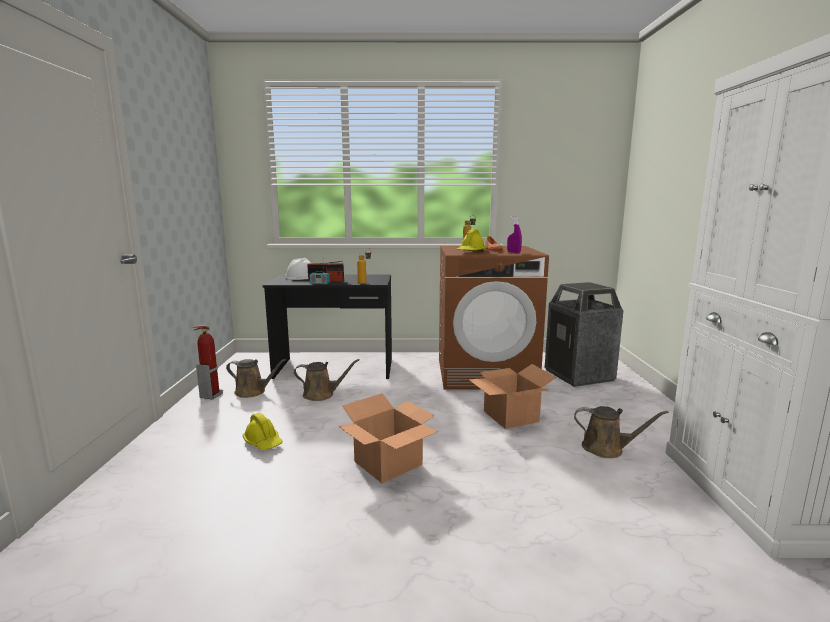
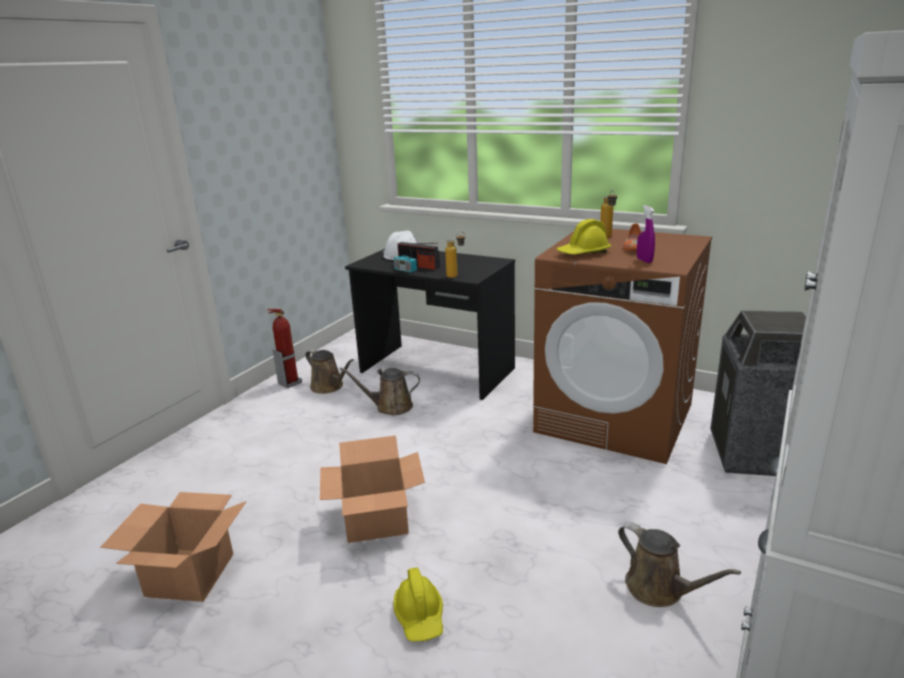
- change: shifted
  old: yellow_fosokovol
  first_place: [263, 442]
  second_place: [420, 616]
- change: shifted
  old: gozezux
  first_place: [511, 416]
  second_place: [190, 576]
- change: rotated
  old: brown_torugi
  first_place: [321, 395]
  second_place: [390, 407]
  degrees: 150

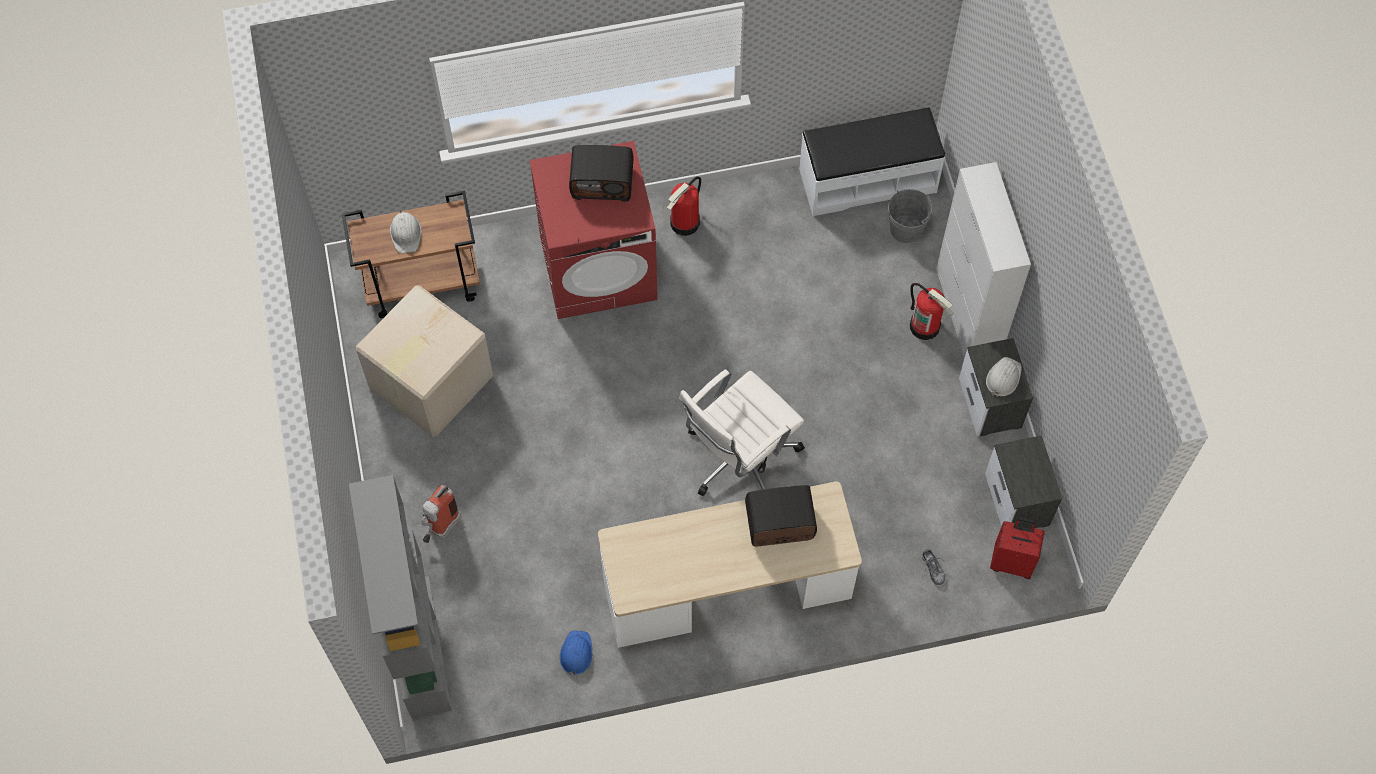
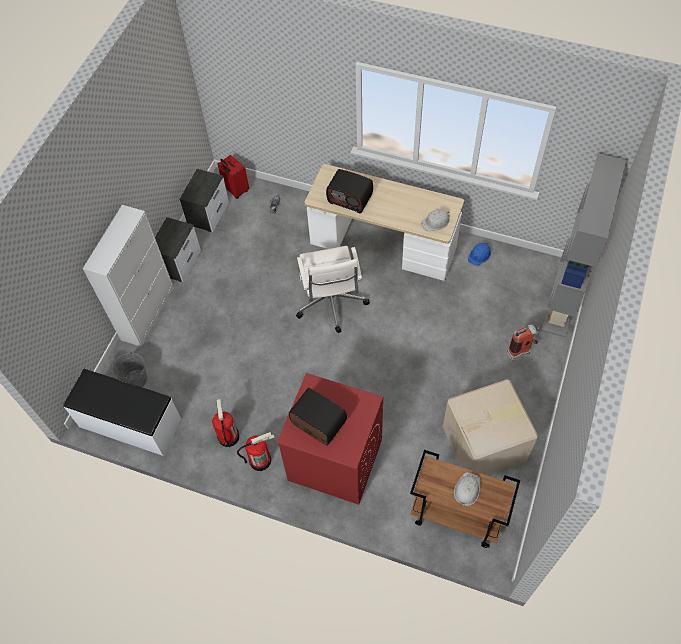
- change: shifted
  old: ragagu
  first_place: [925, 326]
  second_place: [228, 436]
- change: shifted
  old: white_fosokovol
  first_place: [1003, 378]
  second_place: [436, 222]
- change: rotated
  old: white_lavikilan
  first_place: [739, 459]
  second_place: [331, 303]
  degrees: 90

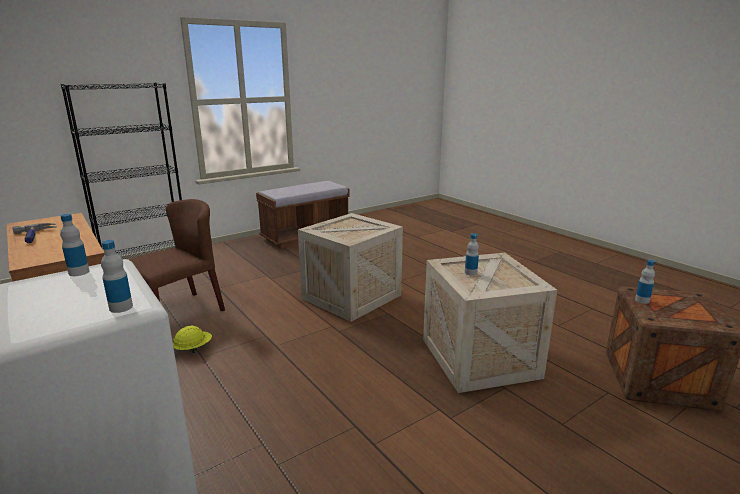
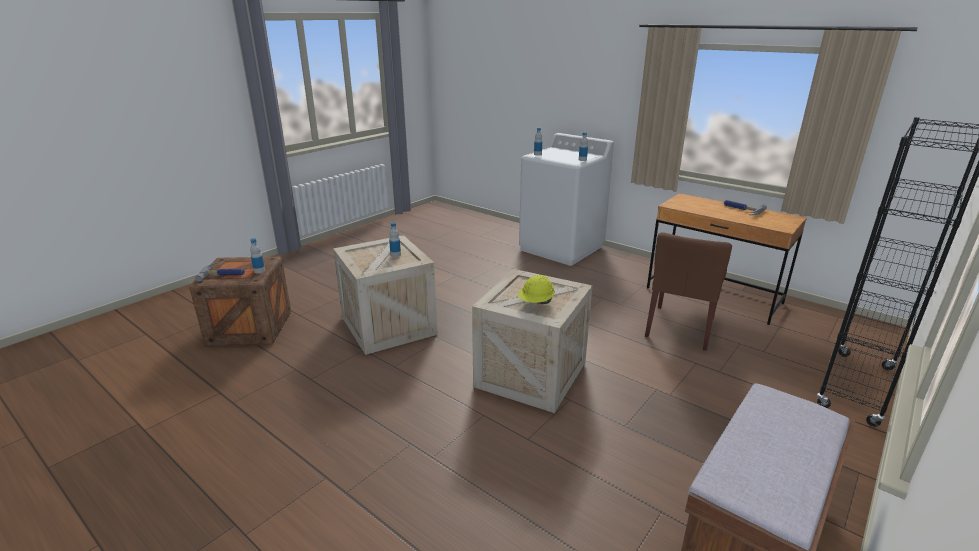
- change: new
  new: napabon
  second_place: [224, 274]
- change: shifted
  old: yellow_fosokovol
  first_place: [193, 349]
  second_place: [536, 303]

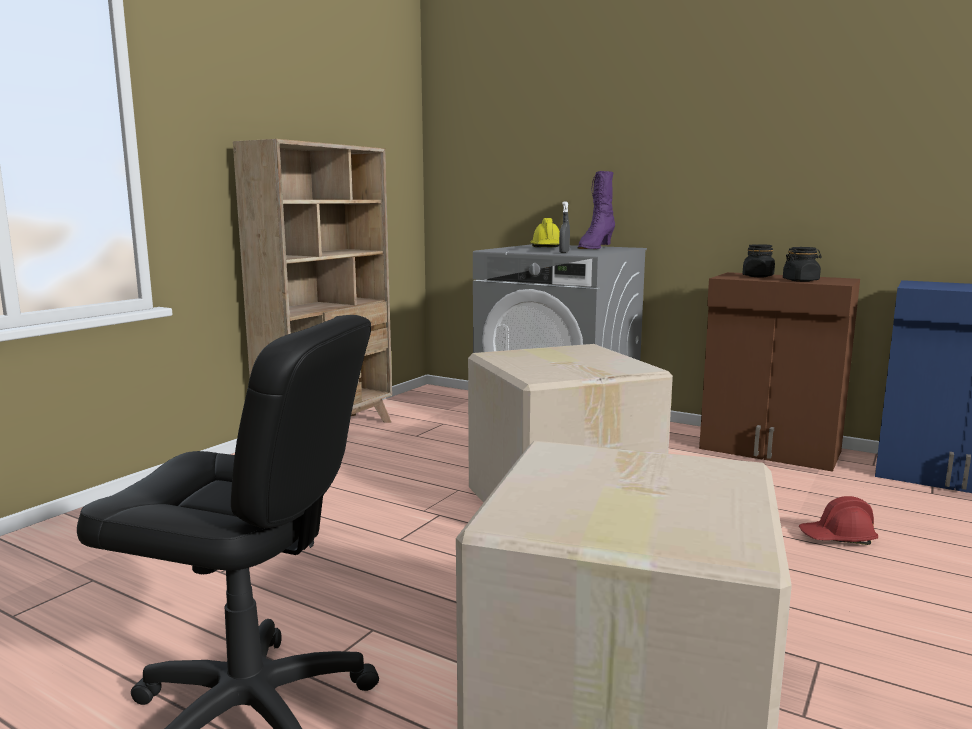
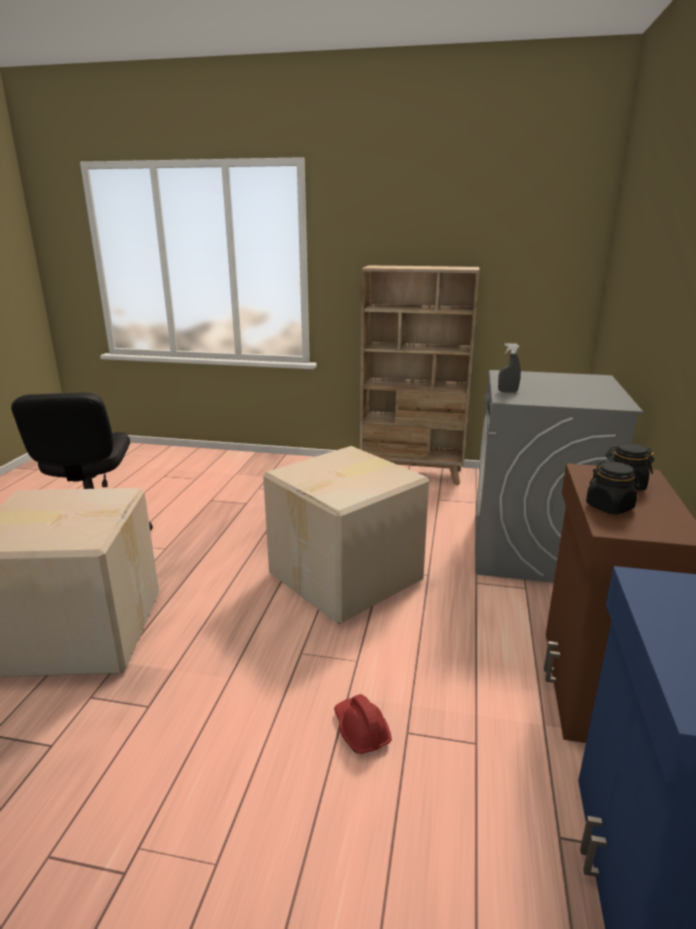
- change: gone
  old: yellow_fosokovol
  first_place: [547, 248]
- change: gone
  old: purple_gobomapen
  first_place: [594, 248]

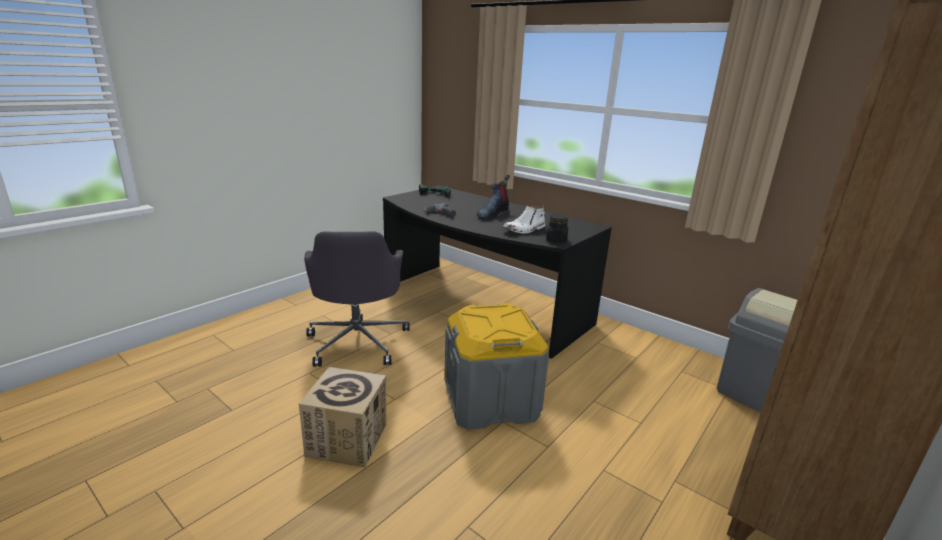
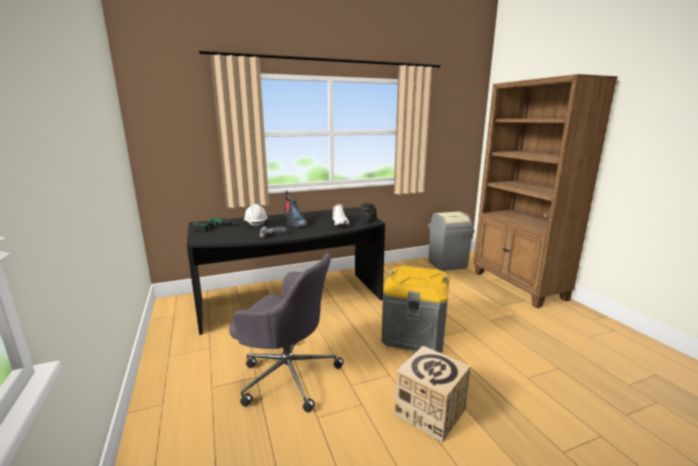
- change: new
  new: white_fosokovol
  second_place: [256, 224]

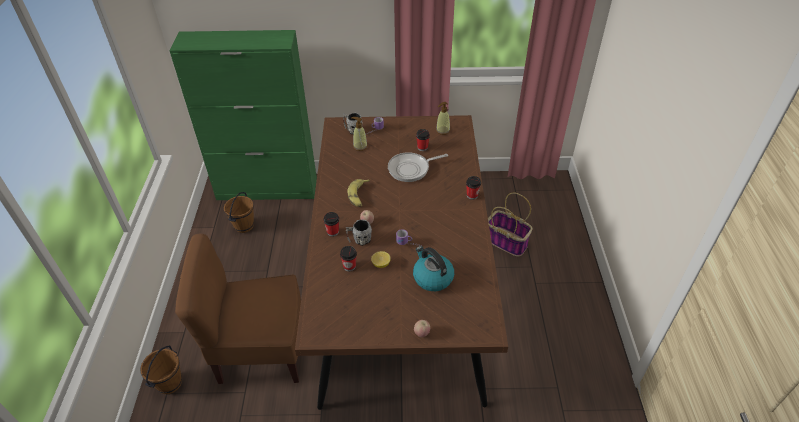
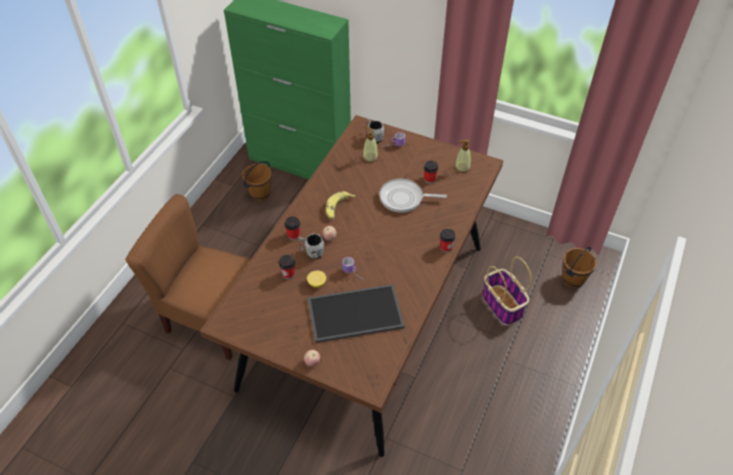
- change: shifted
  old: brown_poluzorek
  first_place: [170, 383]
  second_place: [573, 280]
- change: swapped
  old: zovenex
  new: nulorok
  first_place: [432, 277]
  second_place: [354, 315]

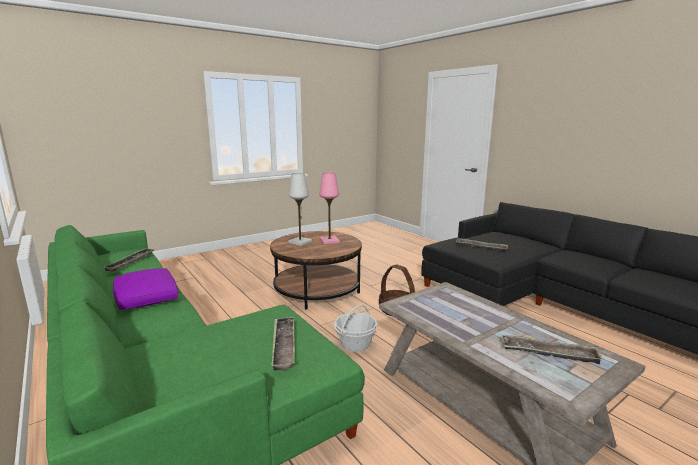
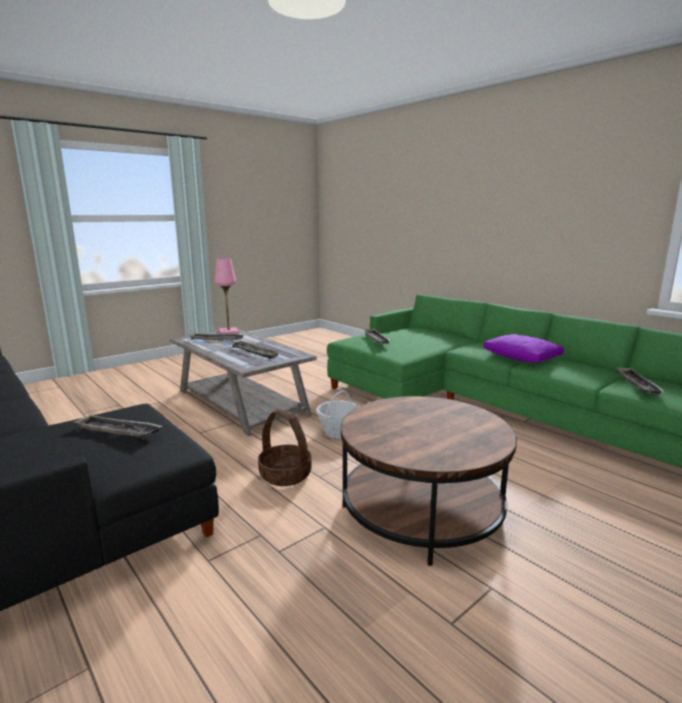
- change: gone
  old: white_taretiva
  first_place: [300, 242]
- change: new
  new: nulorok
  second_place: [254, 352]
- change: shifted
  old: pink_taretiva
  first_place: [329, 241]
  second_place: [228, 332]

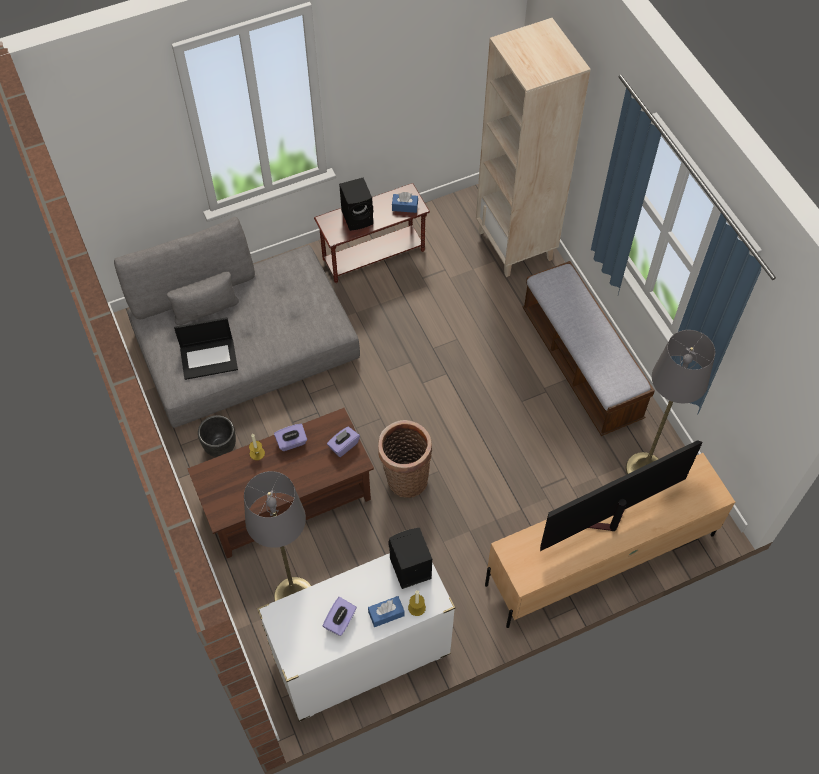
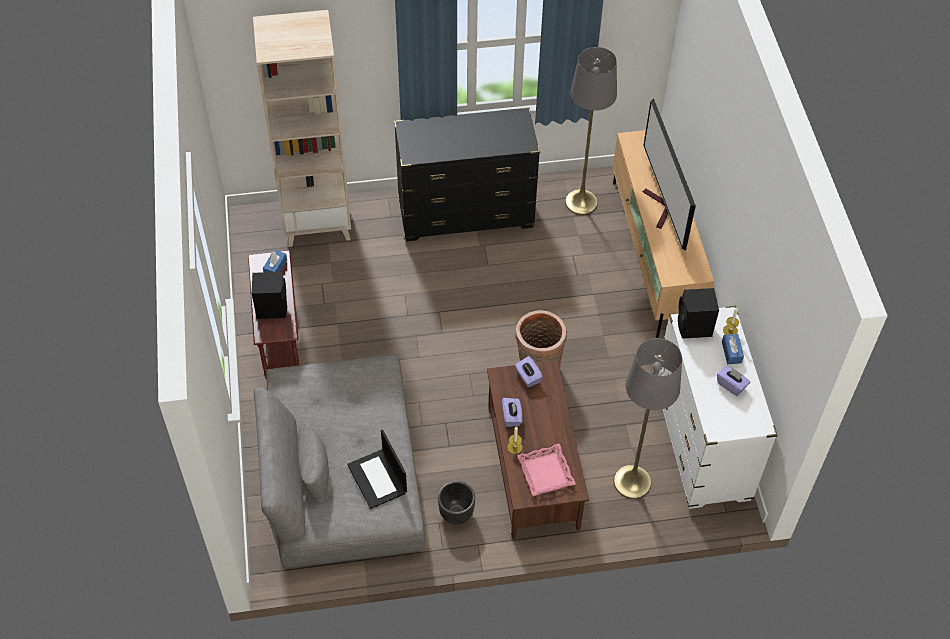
- change: new
  new: pink_nulorok
  second_place: [546, 472]
- change: swapped
  old: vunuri
  new: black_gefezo
  first_place: [580, 365]
  second_place: [466, 214]
- change: rotated
  old: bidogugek
  first_place: [209, 358]
  second_place: [378, 479]
  degrees: 150

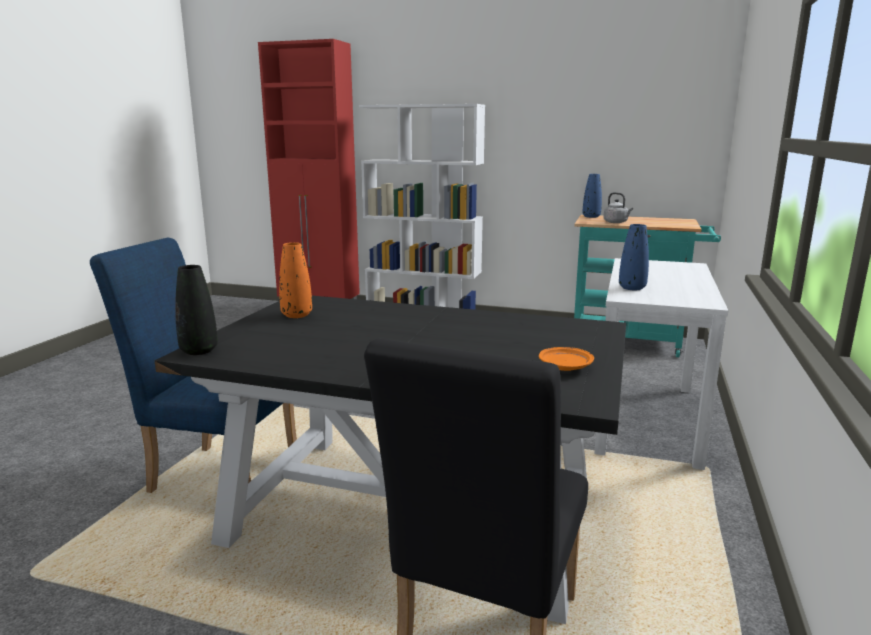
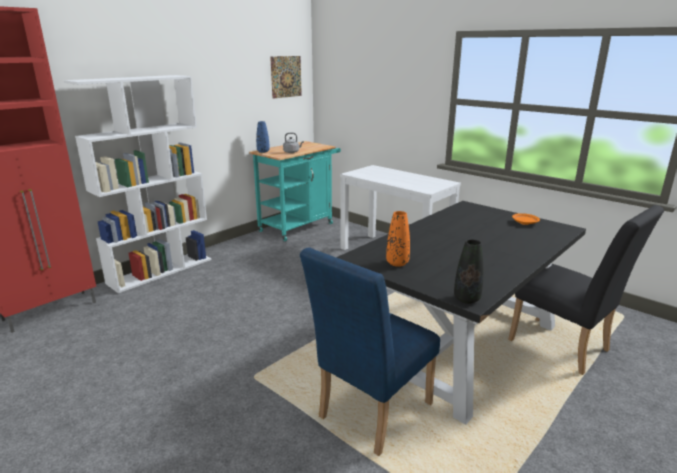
- change: gone
  old: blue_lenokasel
  first_place: [632, 288]
- change: new
  new: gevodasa
  second_place: [286, 76]

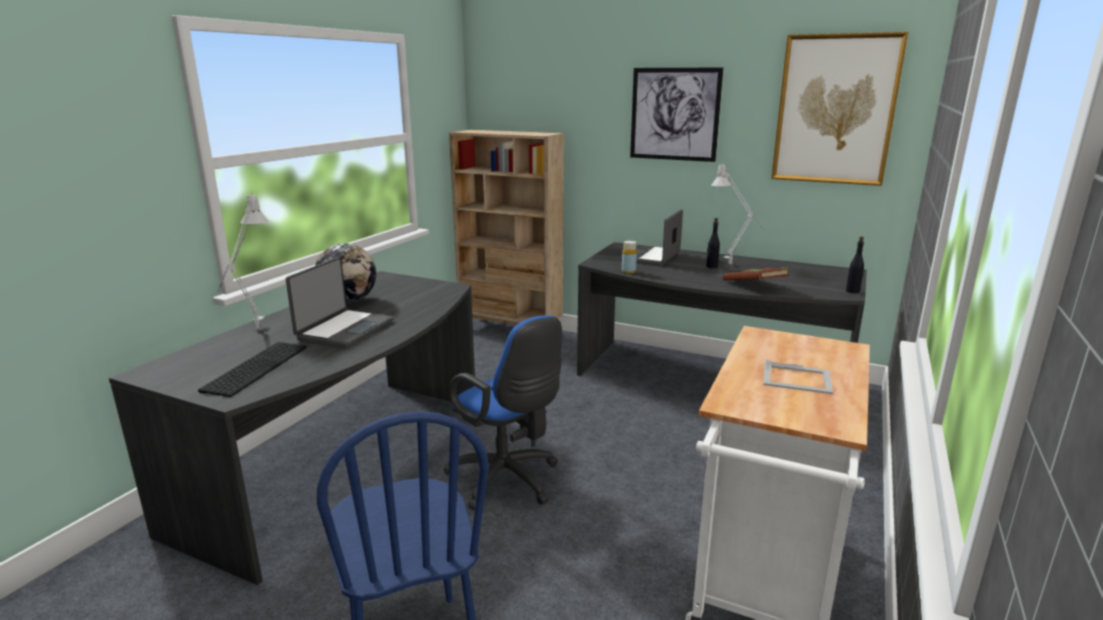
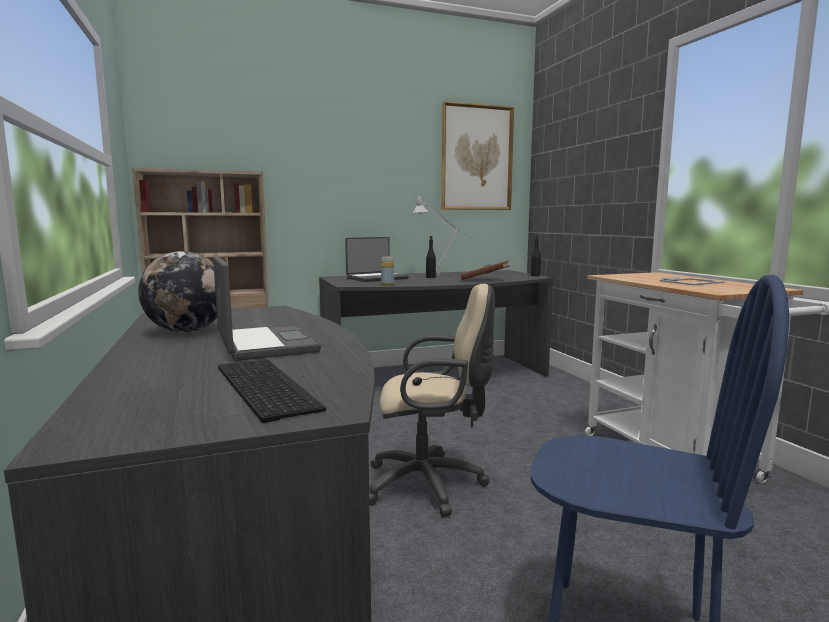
- change: gone
  old: grey_taretiva
  first_place: [254, 332]
- change: gone
  old: gevodasa
  first_place: [674, 114]
- change: repainted
  old: blue_lavikilan
  new: beige_lavikilan
  first_place: [508, 481]
  second_place: [431, 484]
- change: rotated
  old: bidogugek
  first_place: [652, 257]
  second_place: [376, 278]
  degrees: -105

